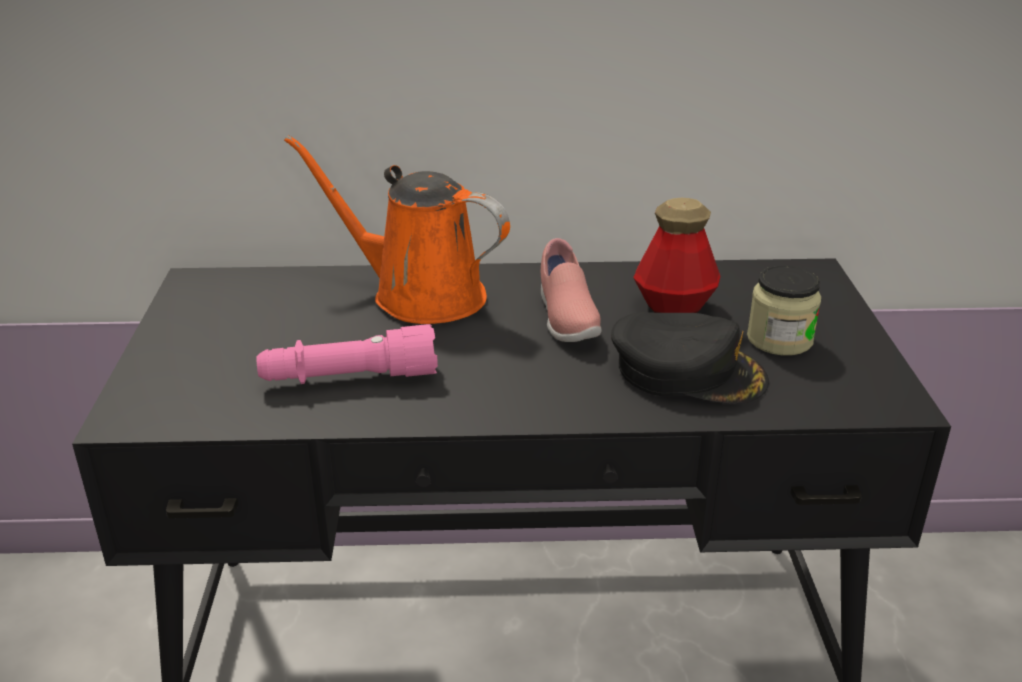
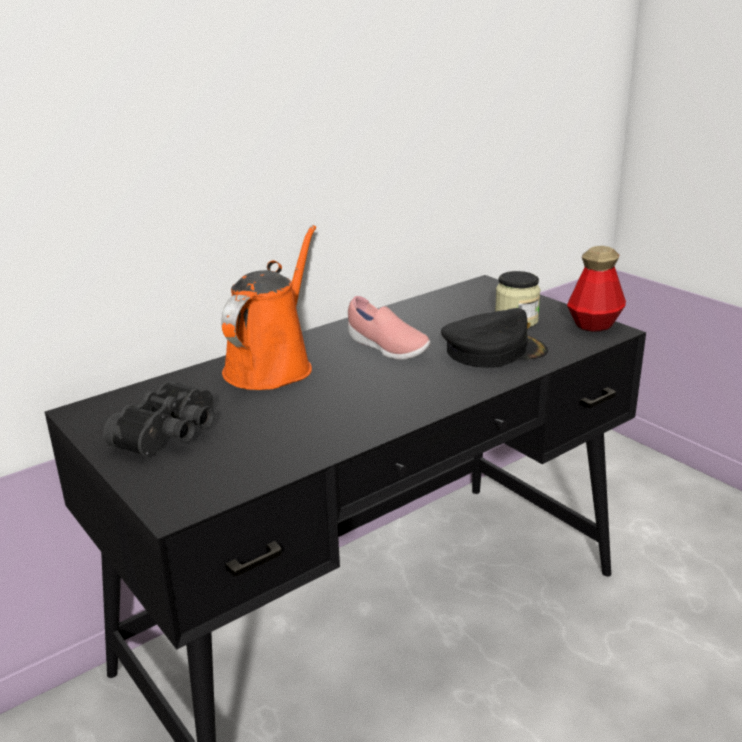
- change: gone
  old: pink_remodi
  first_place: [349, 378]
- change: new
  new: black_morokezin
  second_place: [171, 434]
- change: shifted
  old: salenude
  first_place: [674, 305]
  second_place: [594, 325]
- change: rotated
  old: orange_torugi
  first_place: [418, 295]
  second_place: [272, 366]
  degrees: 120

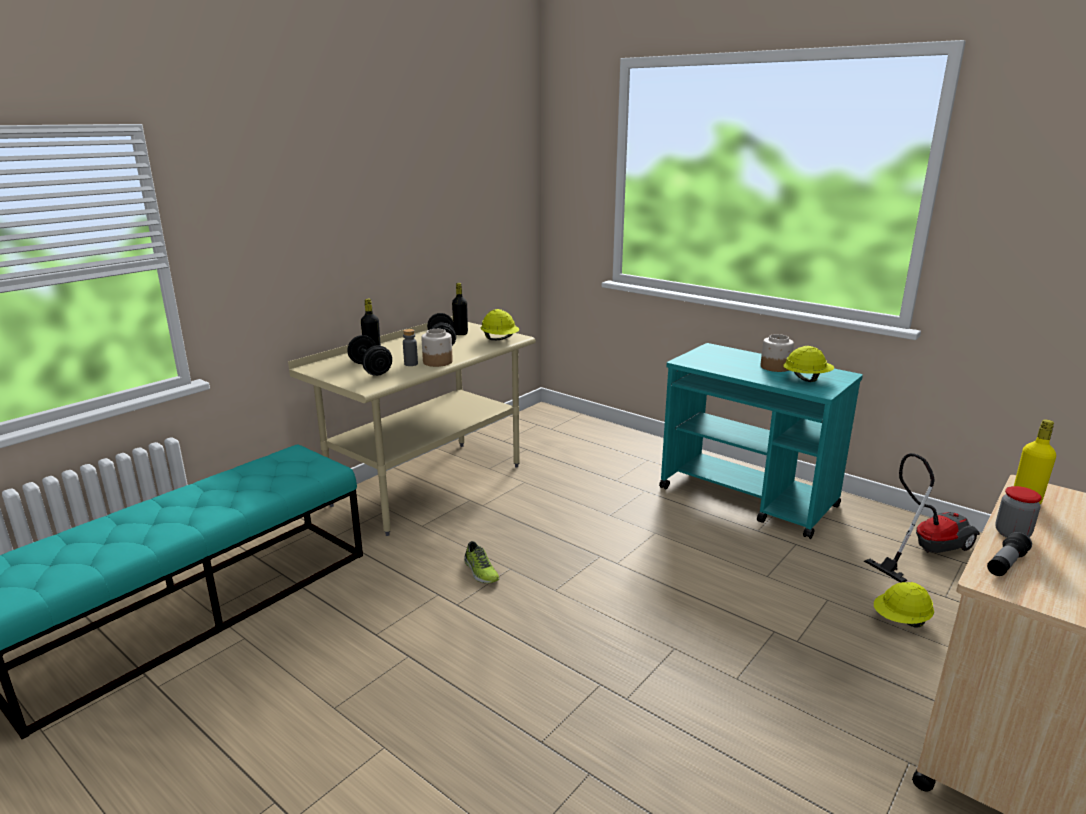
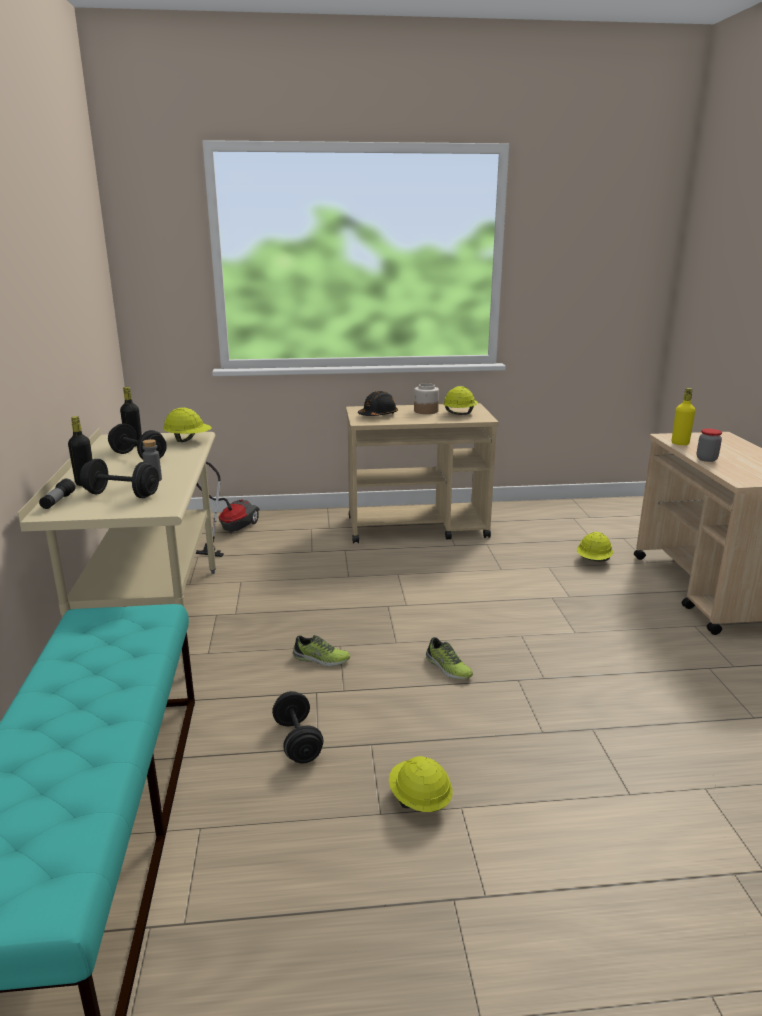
- change: gone
  old: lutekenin
  first_place: [437, 362]
- change: new
  new: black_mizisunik
  second_place: [298, 741]
- change: new
  new: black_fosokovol
  second_place: [378, 415]
- change: new
  new: yellow_fosokovol
  second_place: [419, 800]
- change: new
  new: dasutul
  second_place: [447, 668]
- change: shifted
  old: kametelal
  first_place: [924, 549]
  second_place: [228, 532]
- change: shifted
  old: remodi
  first_place: [1005, 564]
  second_place: [58, 501]
- change: repainted
  old: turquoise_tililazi
  new: beige_tililazi
  first_place: [748, 497]
  second_place: [418, 527]

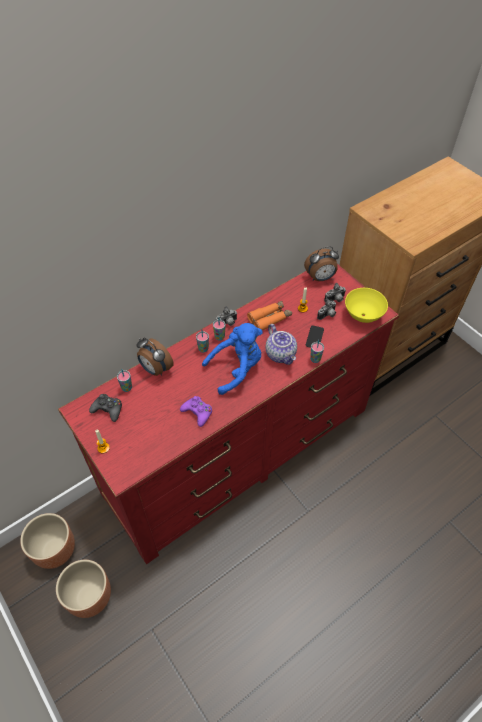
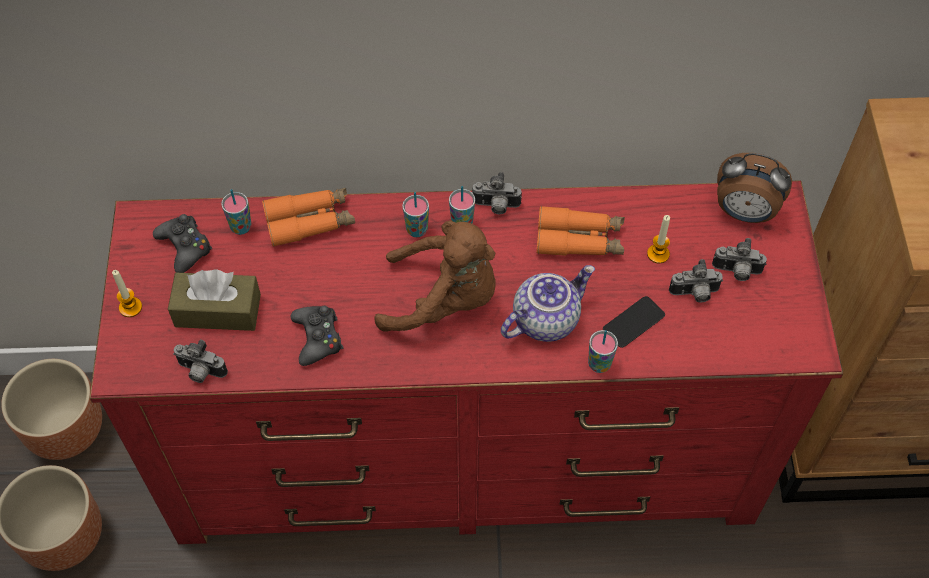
- change: gone
  old: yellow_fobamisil
  first_place: [363, 316]
- change: new
  new: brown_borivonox
  second_place: [218, 310]
- change: new
  new: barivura
  second_place: [200, 372]
- change: swapped
  old: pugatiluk
  new: orange_morokezin
  first_place: [155, 369]
  second_place: [310, 221]
- change: repainted
  old: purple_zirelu
  new: black_zirelu
  first_place: [197, 412]
  second_place: [318, 338]
- change: repainted
  old: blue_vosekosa
  new: brown_vosekosa
  first_place: [236, 369]
  second_place: [444, 299]
- change: rotated
  old: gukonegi
  first_place: [281, 354]
  second_place: [545, 319]
  degrees: -135

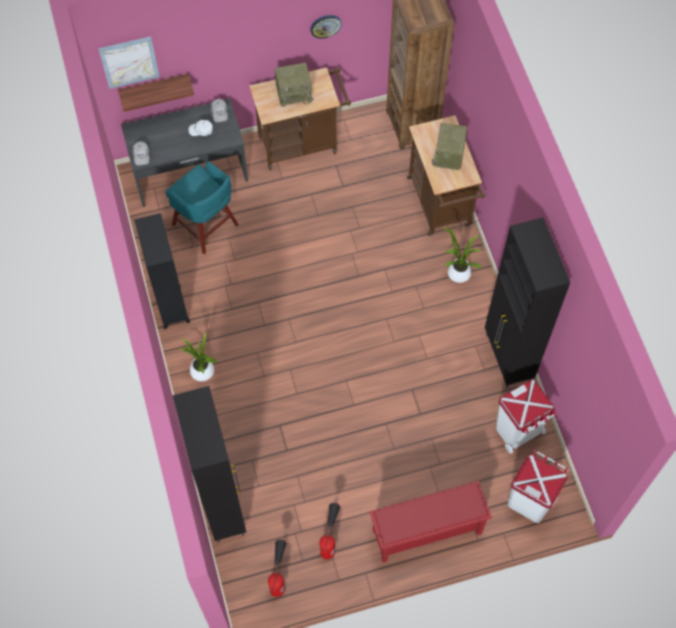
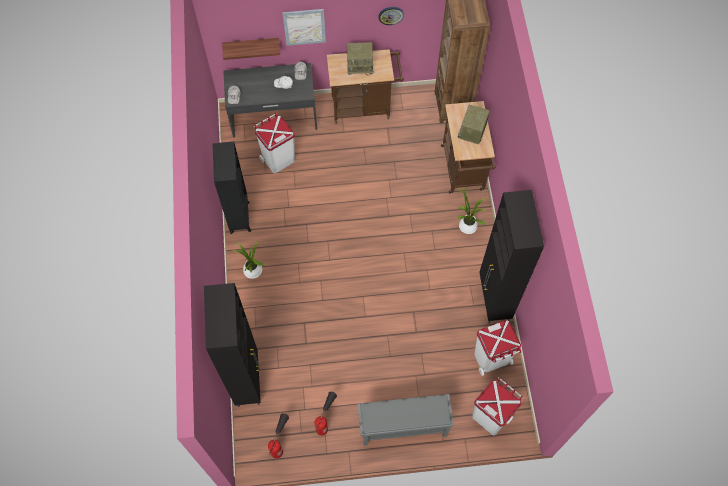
- change: shifted
  old: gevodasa
  first_place: [129, 62]
  second_place: [304, 27]
- change: swapped
  old: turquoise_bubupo
  new: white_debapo
  first_place: [206, 226]
  second_place: [278, 159]
- change: repainted
  old: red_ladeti
  new: grey_ladeti
  first_place: [426, 532]
  second_place: [402, 427]

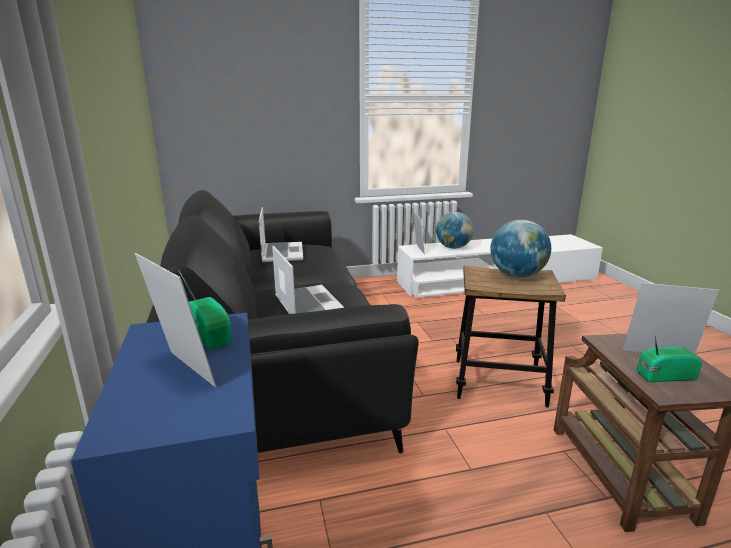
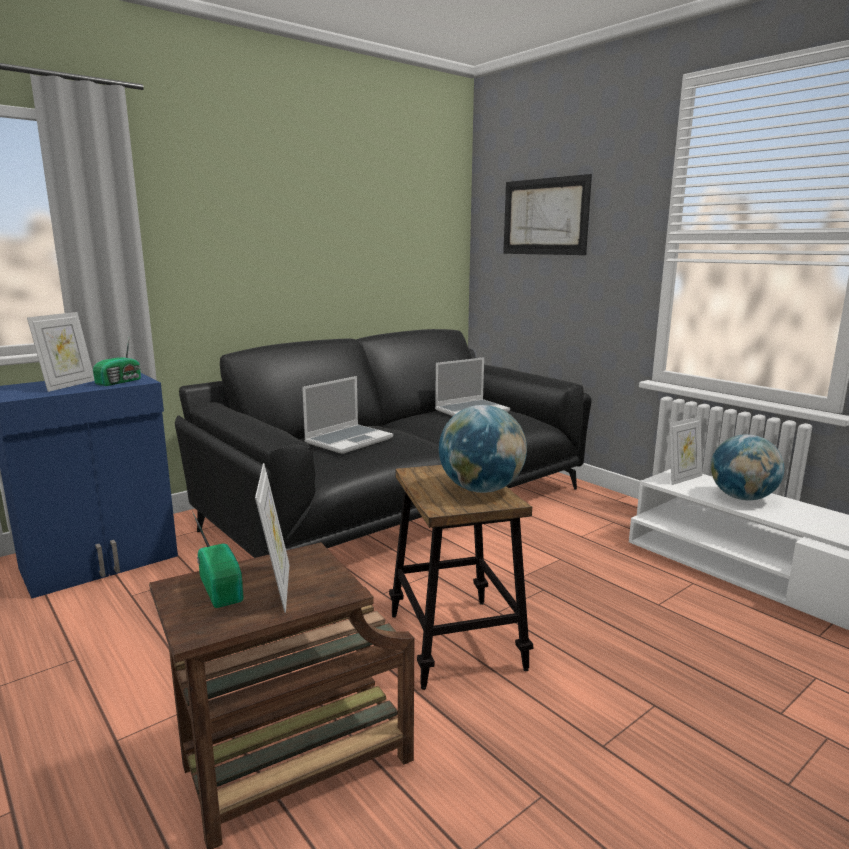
- change: new
  new: gevodasa
  second_place: [544, 216]

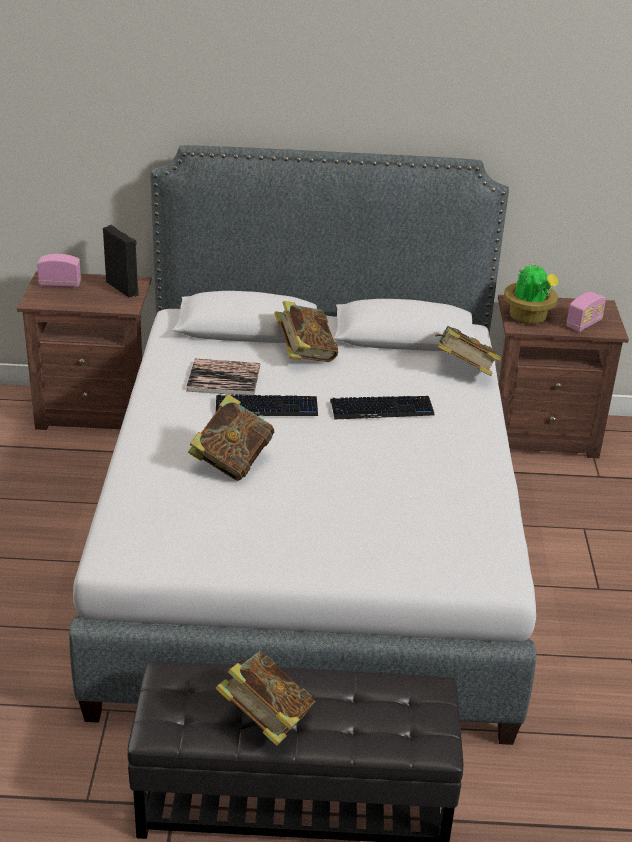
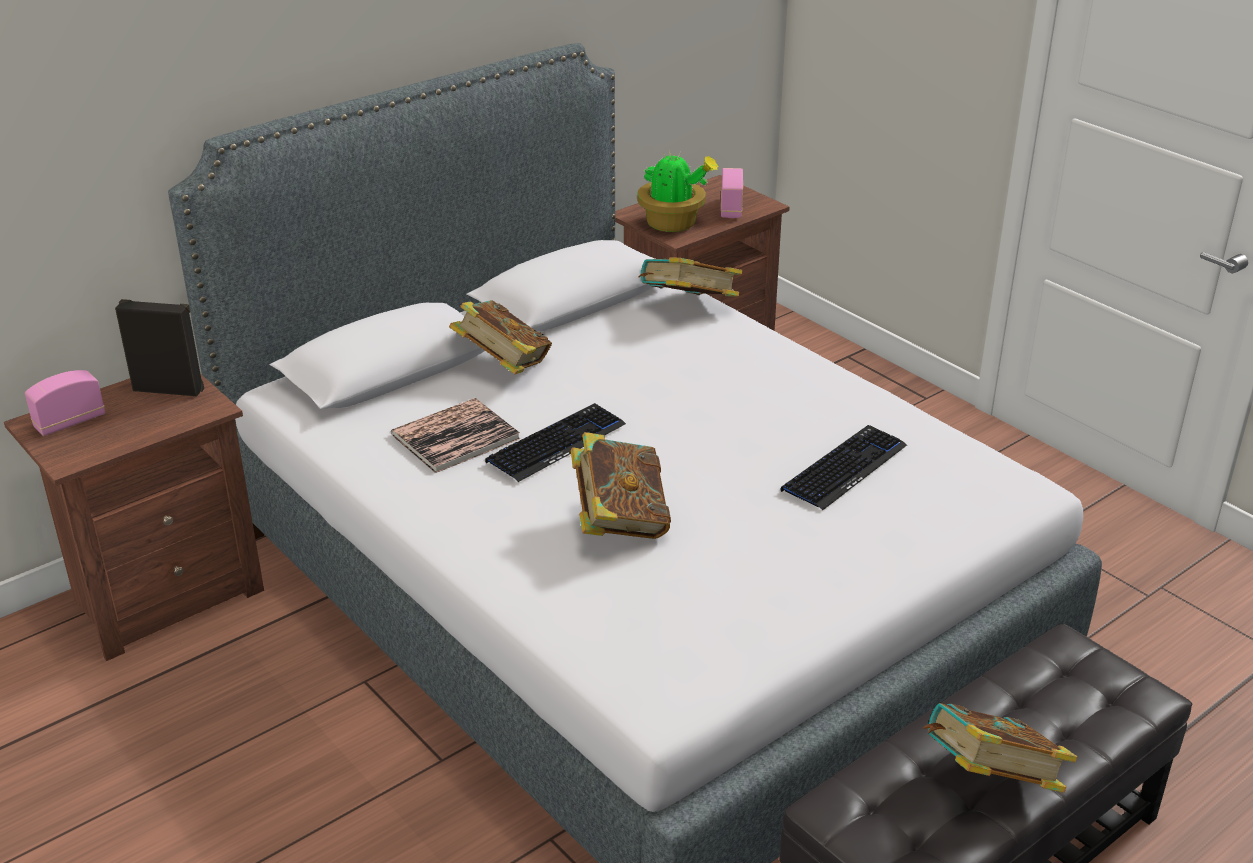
- change: shifted
  old: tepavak
  first_place: [381, 409]
  second_place: [844, 468]

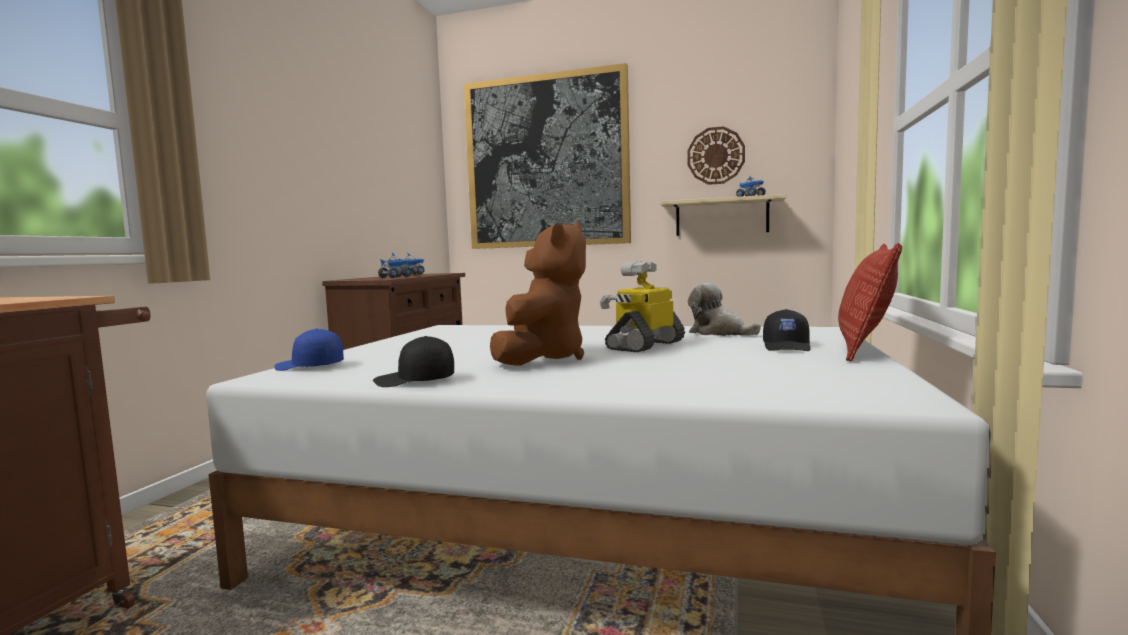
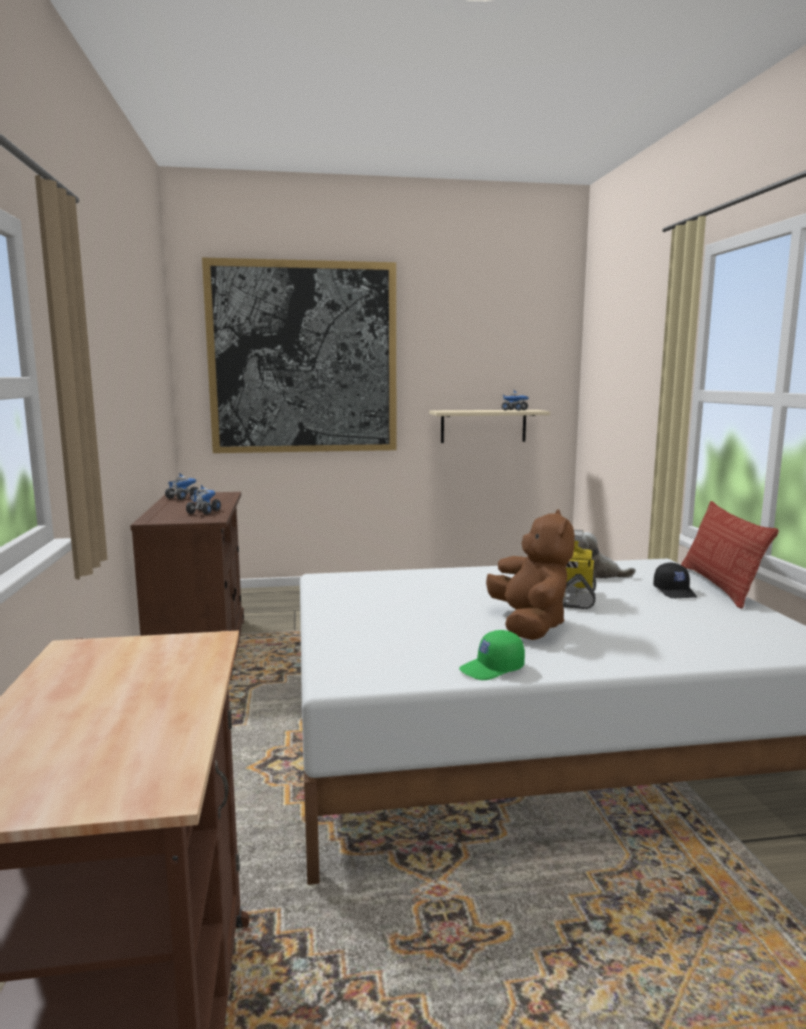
- change: gone
  old: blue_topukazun
  first_place: [309, 367]
- change: gone
  old: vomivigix
  first_place: [715, 156]
- change: repainted
  old: black_topukazun
  new: green_topukazun
  first_place: [414, 381]
  second_place: [492, 669]

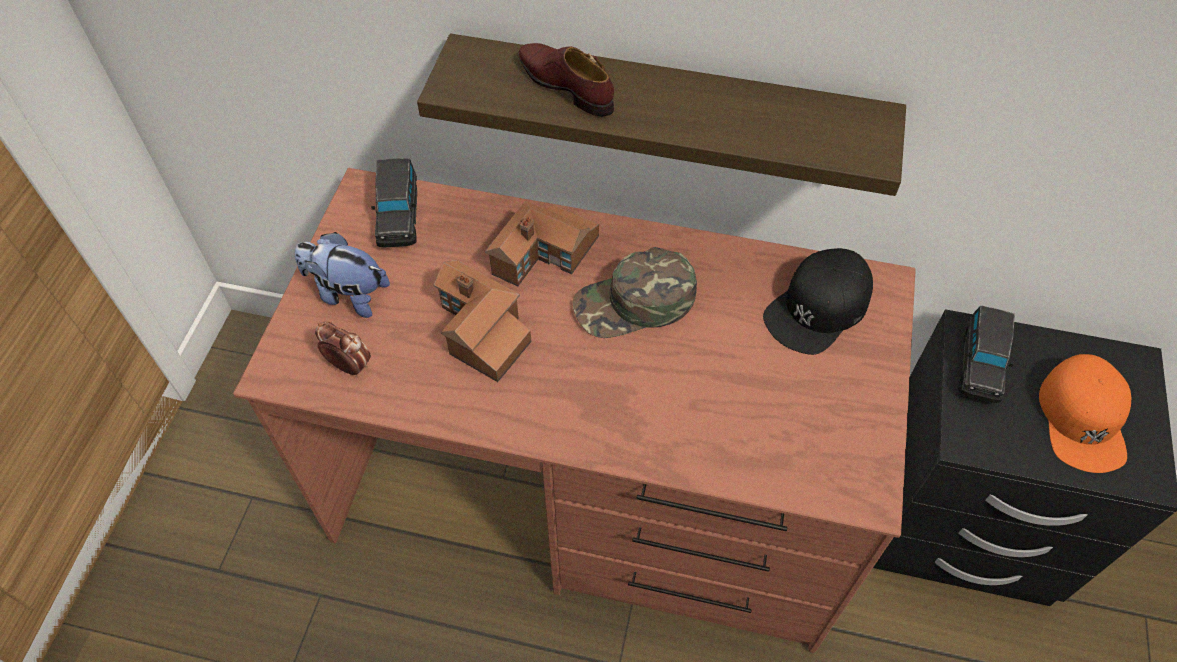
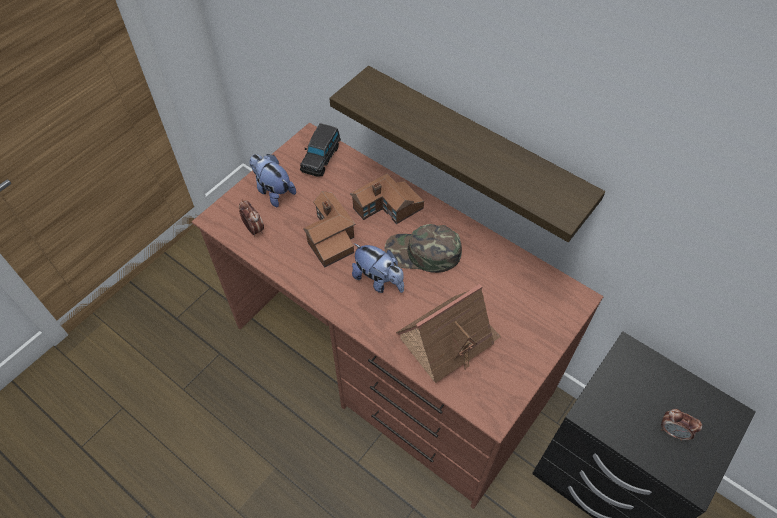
- change: gone
  old: brown_dasutul
  first_place: [566, 85]
- change: gone
  old: black_topukazun
  first_place: [818, 308]
- change: gone
  old: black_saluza
  first_place: [980, 364]
- change: new
  new: vosekosa
  second_place: [378, 280]
- change: new
  new: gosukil
  second_place: [448, 339]
- change: swapped
  old: orange_topukazun
  new: pugatiluk
  first_place: [1082, 419]
  second_place: [673, 431]

